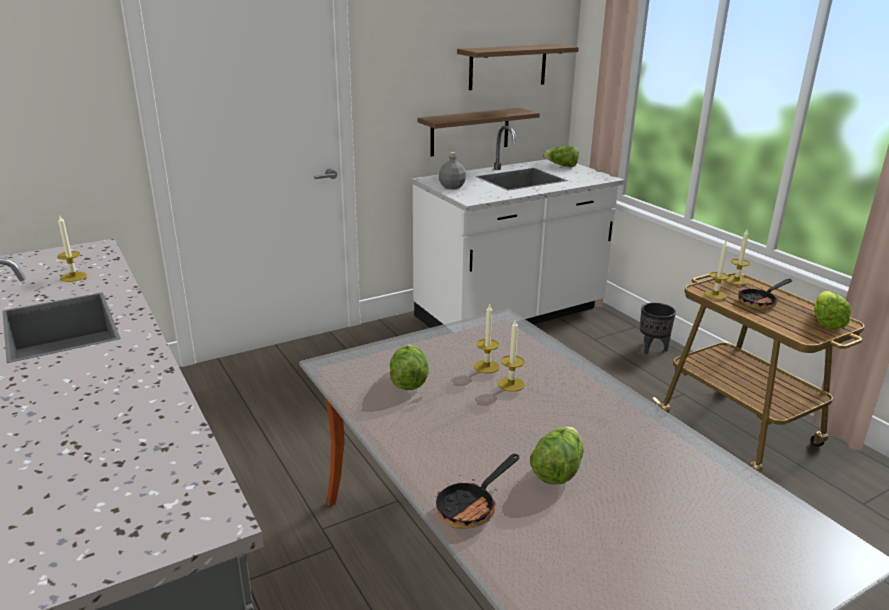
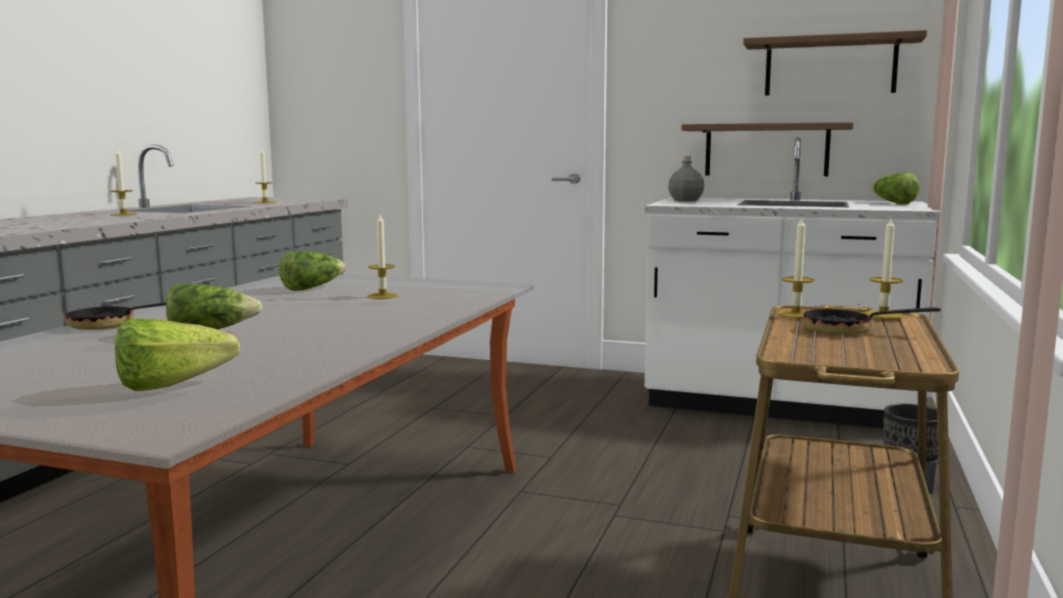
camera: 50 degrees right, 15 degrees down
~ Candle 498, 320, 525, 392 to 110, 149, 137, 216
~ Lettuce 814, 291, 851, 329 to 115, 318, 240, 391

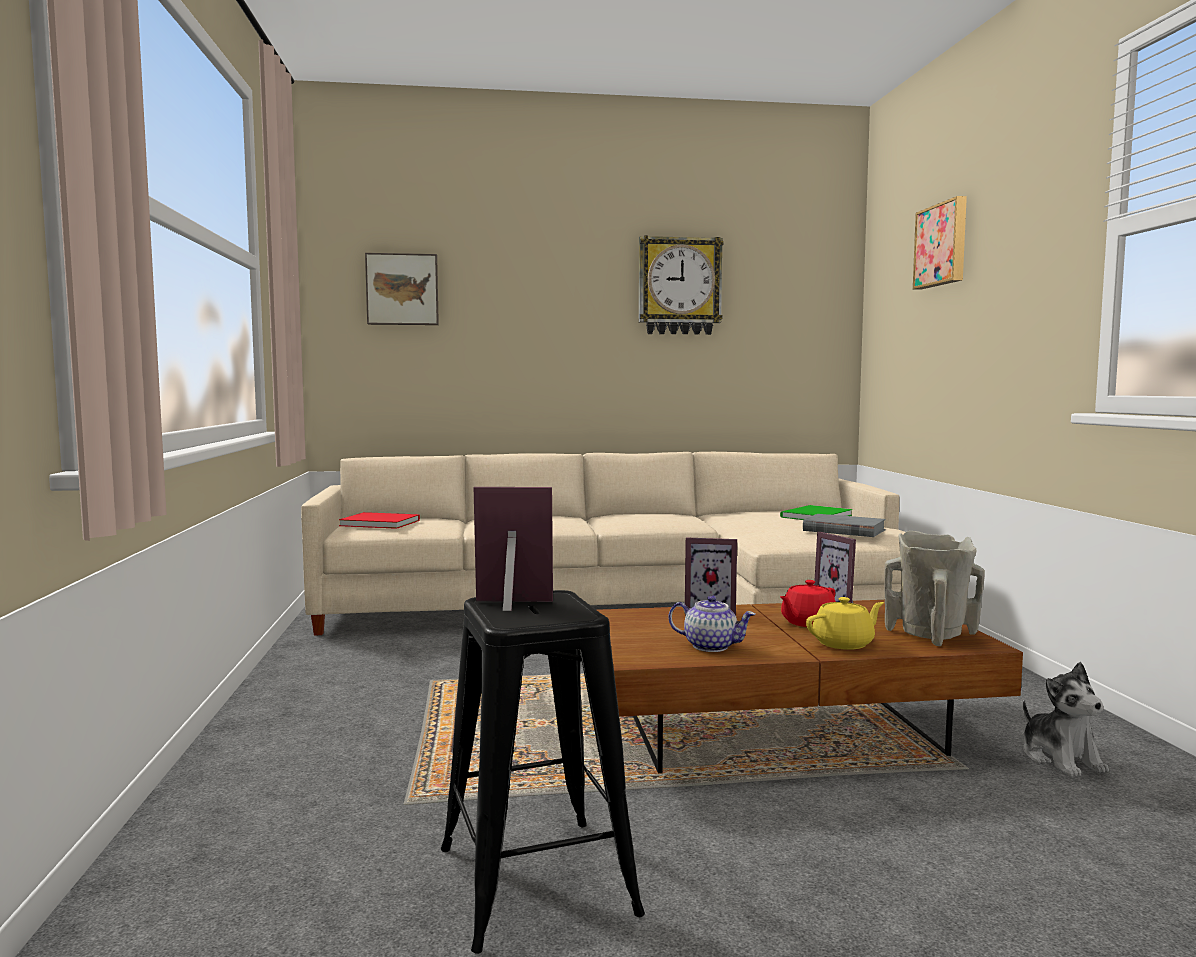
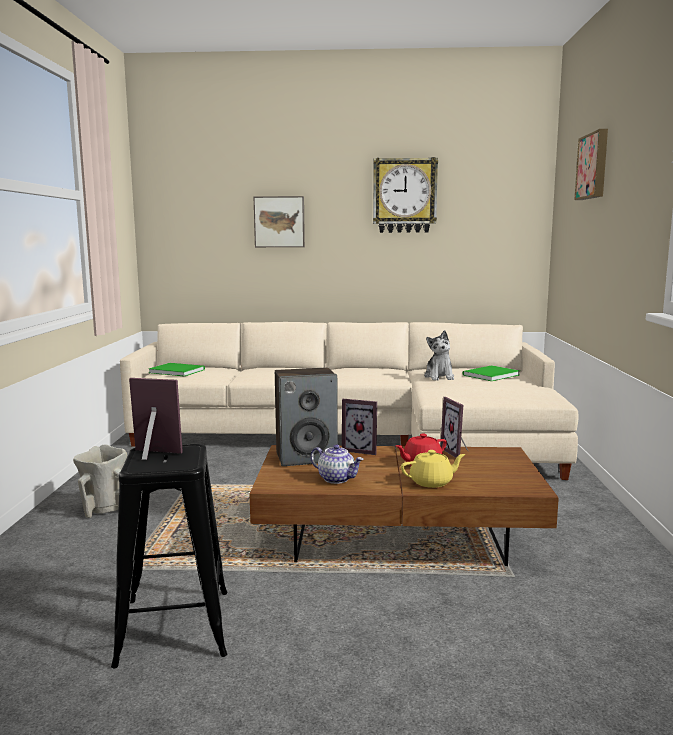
camera: 10 degrees right, 5 degrees up
~ RedBook 339, 512, 420, 529 to GreenBook 148, 363, 205, 376
~ Picture 365, 253, 439, 325 to 254, 196, 305, 247
- GreyBook 803, 514, 886, 537
~ BeigeVase 884, 531, 985, 646 to 73, 444, 127, 518
~ PlushToy 1023, 662, 1109, 777 to 424, 330, 454, 381
+ Speaker 275, 367, 338, 466

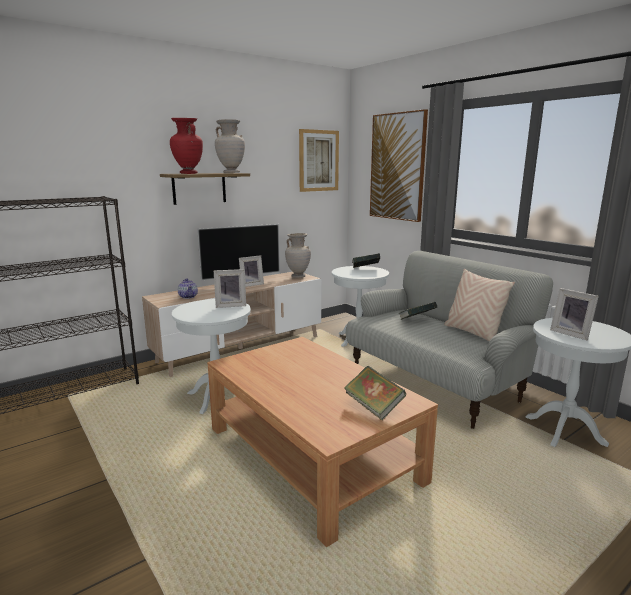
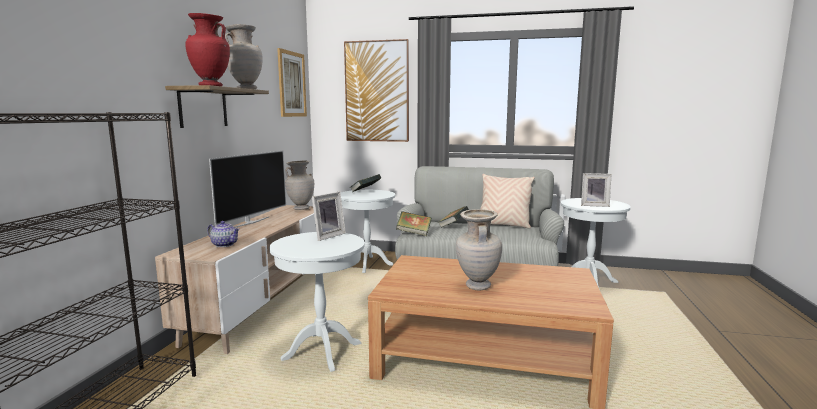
camera: 40 degrees left, 5 degrees down
- PictureFrame 239, 255, 264, 287
~ Book 344, 366, 406, 420 to 396, 211, 432, 236
+ BeigeVase 456, 209, 502, 290

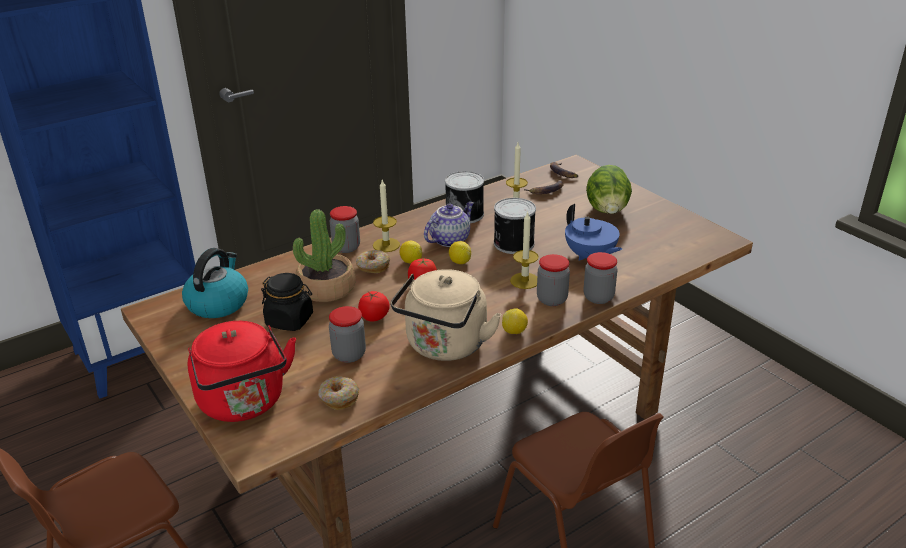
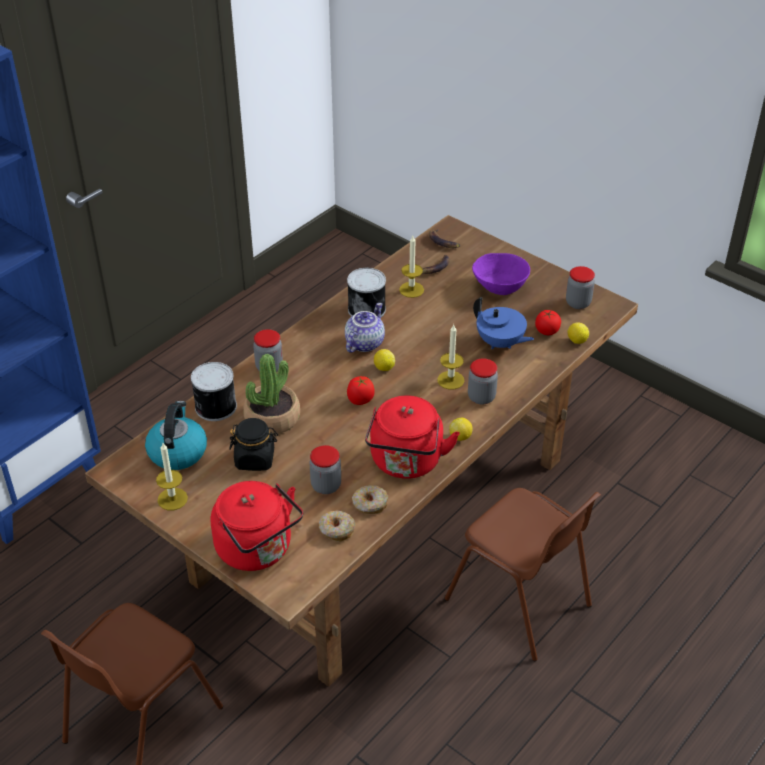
camera: 15 degrees left, 10 degrees up
~ Donut 356, 250, 390, 273 to 352, 485, 389, 514
~ Tomato 358, 291, 390, 322 to 535, 310, 561, 335
~ Candle 373, 180, 400, 252 to 156, 443, 188, 510
~ BeigeKettle 391, 269, 502, 361 to RedKettle 365, 395, 460, 479
~ Lemon 400, 241, 422, 264 to 567, 322, 589, 344
~ Can 494, 198, 536, 254 to 191, 362, 237, 421
~ Jar 583, 252, 617, 304 to 566, 266, 595, 309
~ Lettuce 586, 165, 632, 214 to PurpleBowl 472, 253, 530, 295

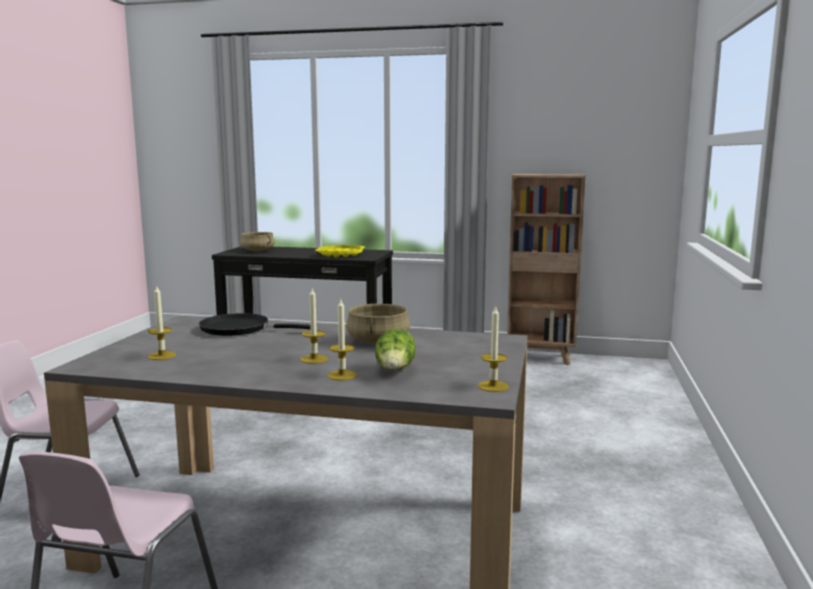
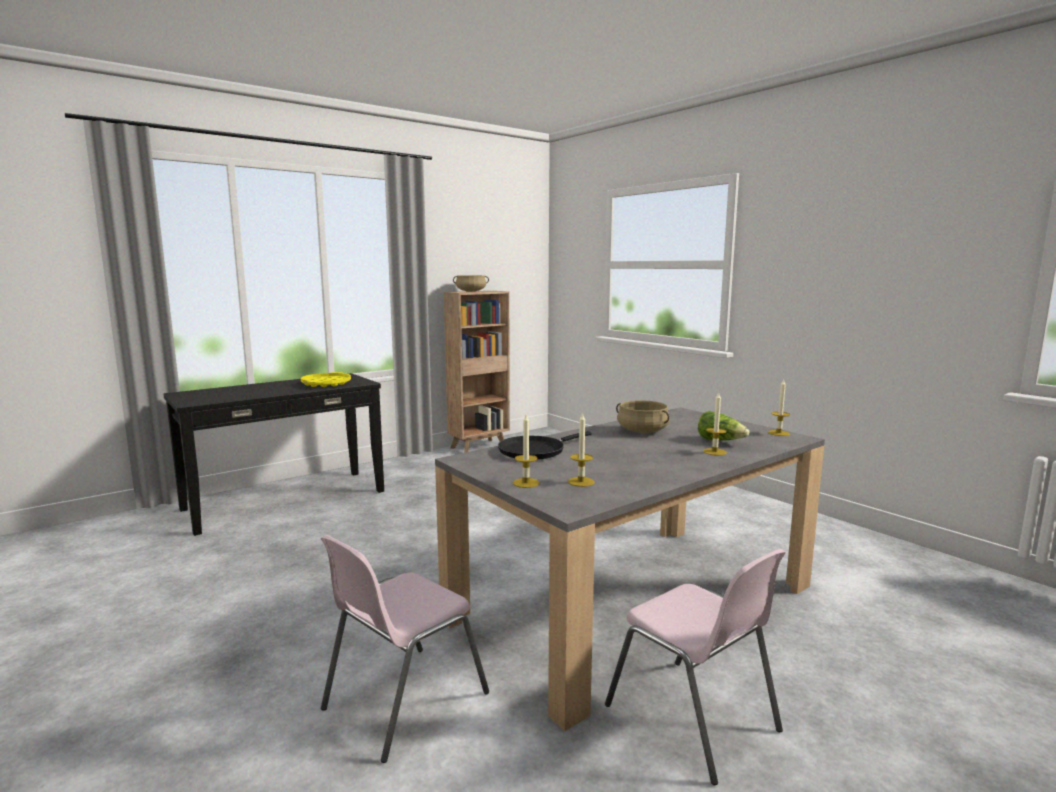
camera: 50 degrees left, 0 degrees up
~ BeigeCookingPot 240, 232, 275, 252 to 453, 275, 489, 292
~ Candle 301, 288, 328, 364 to 513, 415, 540, 488

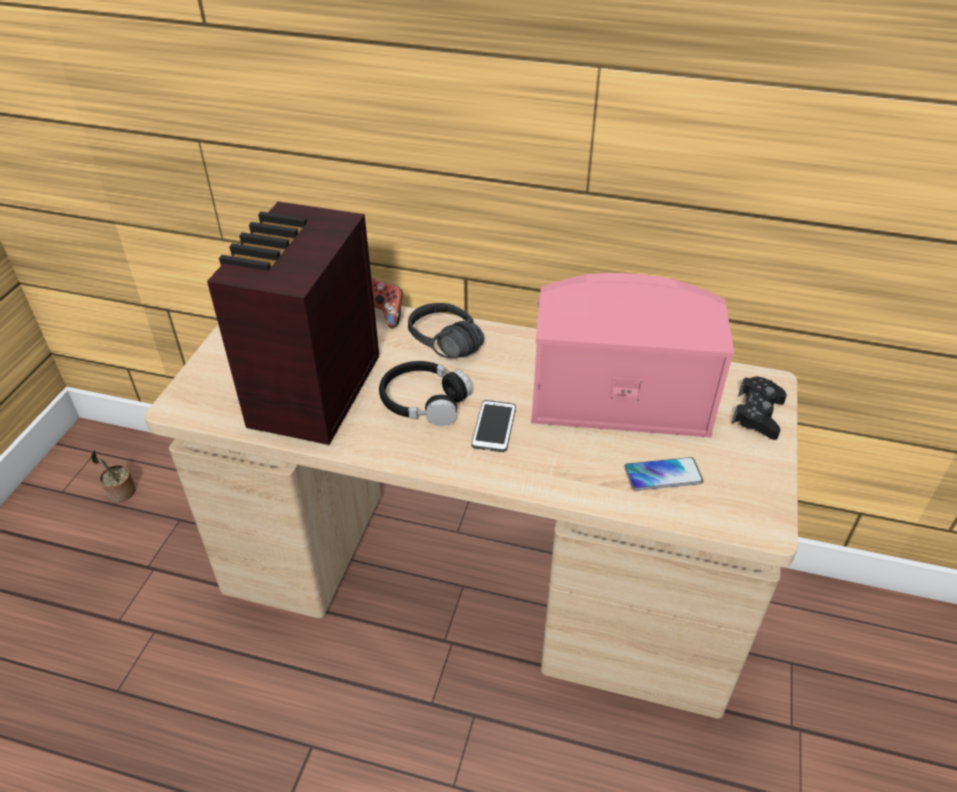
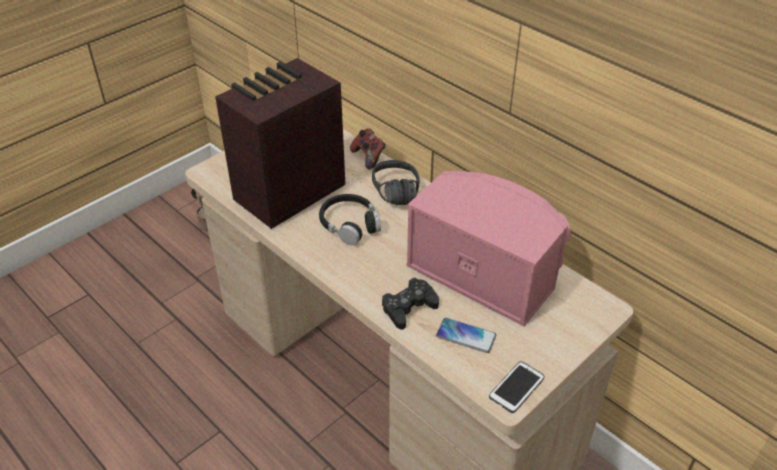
camera: 30 degrees right, 0 degrees up
~ Phone 471, 400, 516, 452 to 489, 361, 545, 413
~ BlackGameController 732, 377, 787, 440 to 382, 278, 439, 330

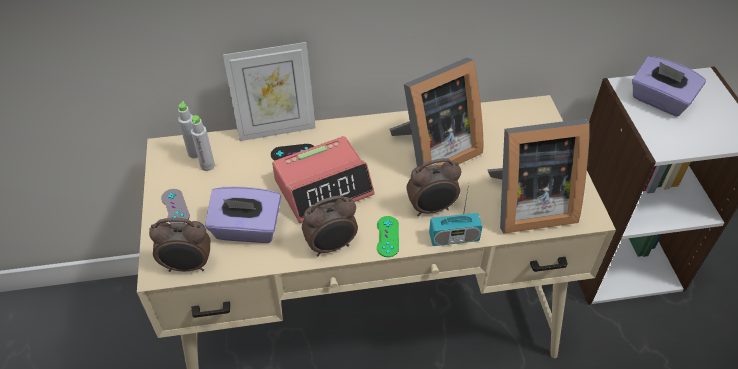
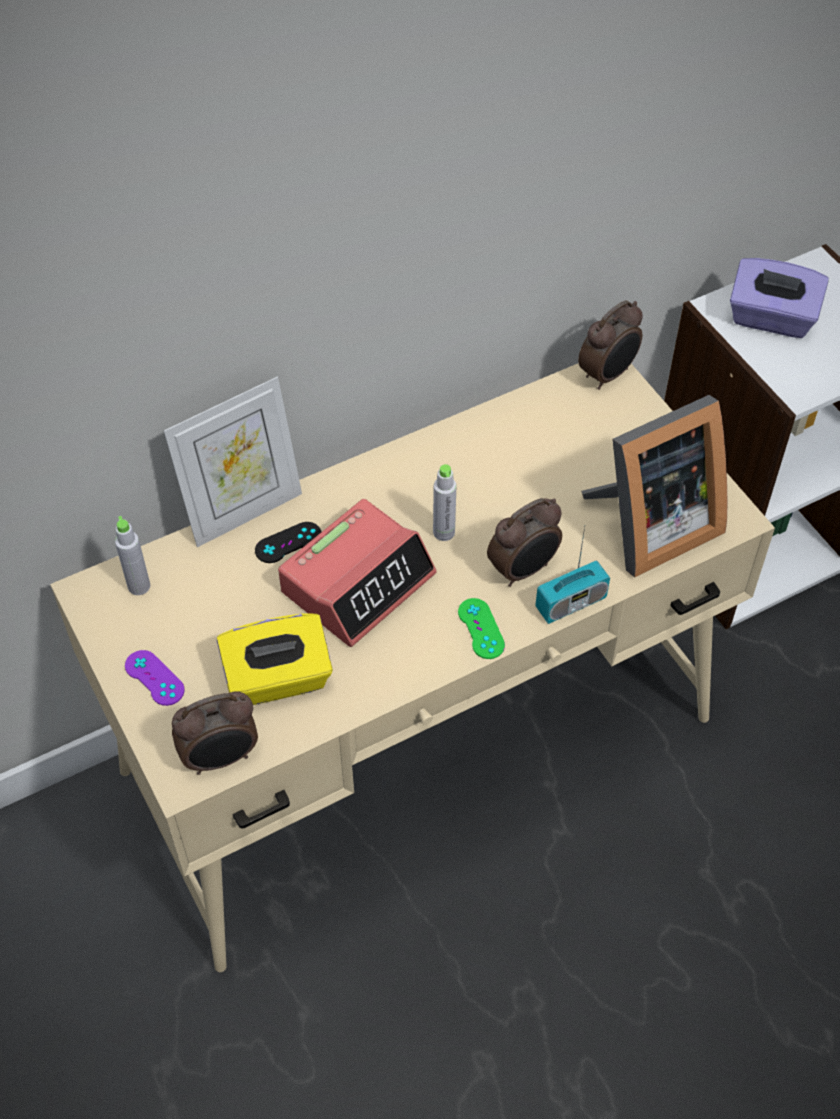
camera: 20 degrees left, 5 degrees up
~ GreyGameController 161, 189, 190, 224 to PurpleGameController 125, 650, 185, 706
~ GreyBottle 191, 115, 215, 171 to 433, 464, 456, 541
~ PurpleTissueBox 205, 187, 281, 243 to YellowTissueBox 217, 614, 333, 705
~ AlarmClock 302, 195, 358, 256 to 578, 300, 643, 390
- PictureFrame 389, 58, 483, 167

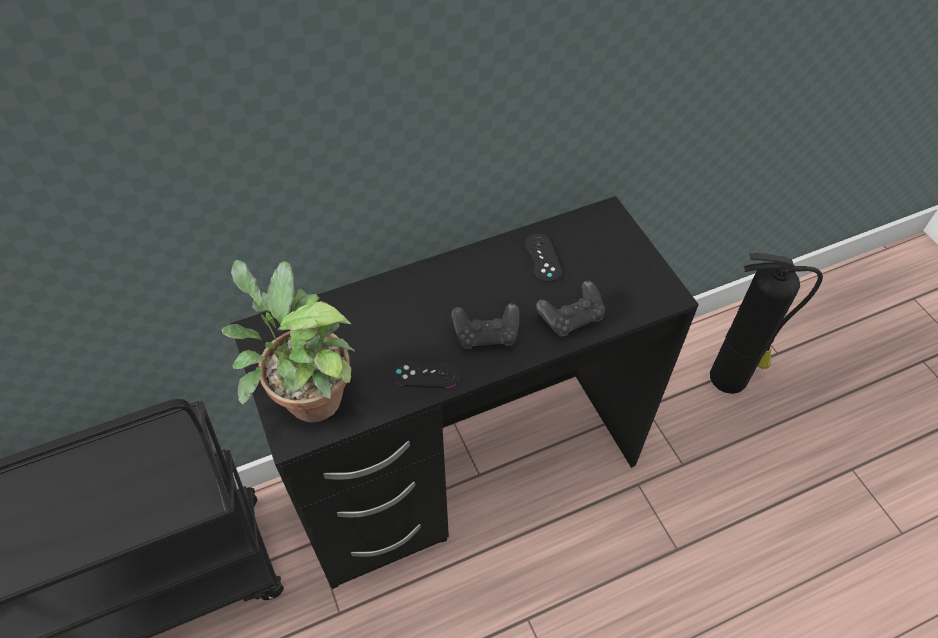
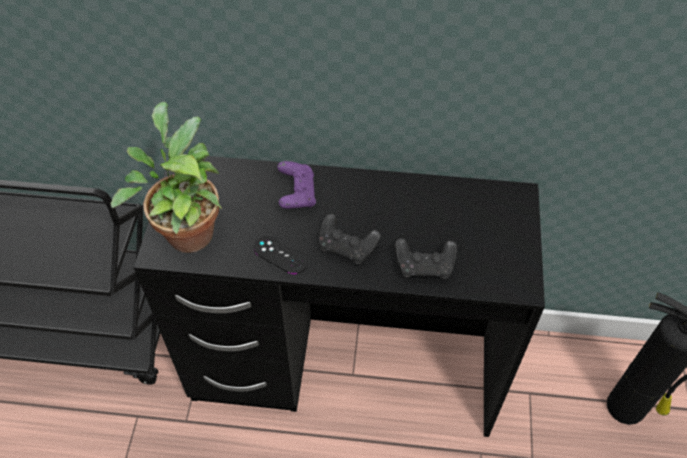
camera: 30 degrees right, 0 degrees up
- BlackGameController 525, 234, 562, 282
+ PurpleGameController 277, 161, 316, 209

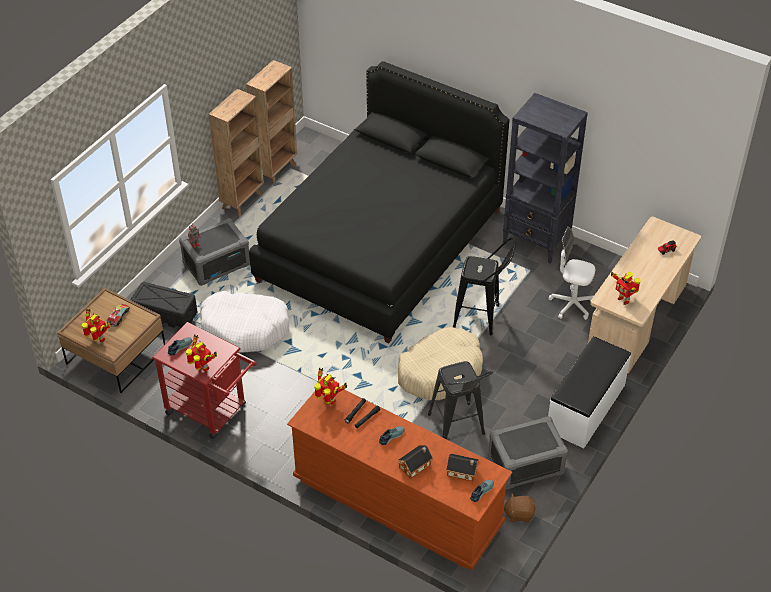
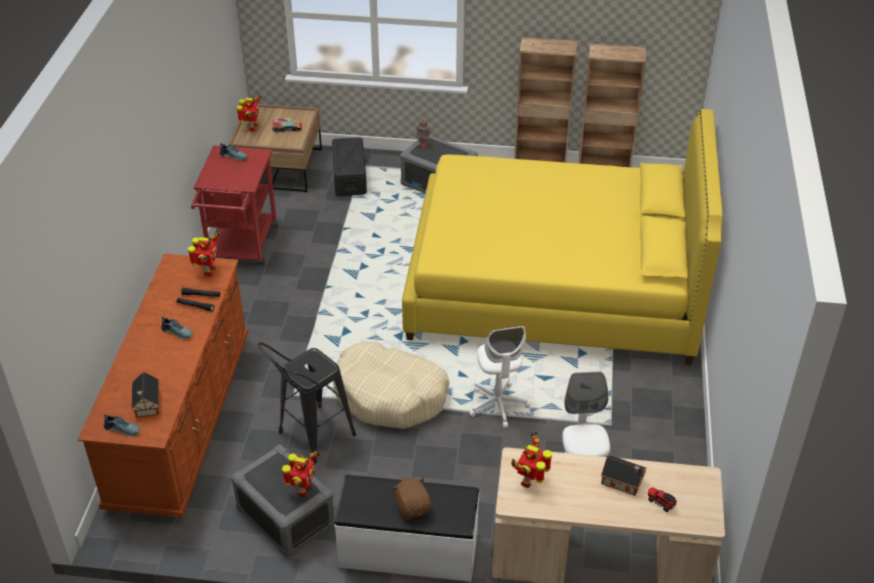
camera: 65 degrees right, 5 degrees down
~ ToyRobot 186, 334, 217, 372 to 282, 449, 320, 497
- WhiteDogBed 200, 291, 290, 353
~ BlackBed 249, 61, 509, 343 to YellowBed 402, 109, 723, 365
~ ToyHouse 398, 445, 433, 479 to 601, 455, 646, 496
~ BlackStool 453, 238, 516, 335 to WhiteOfficeChair 469, 326, 530, 428
- BlackBookcase 503, 93, 588, 264
~ BrownPlushToy 504, 494, 536, 523 to 391, 478, 431, 519

